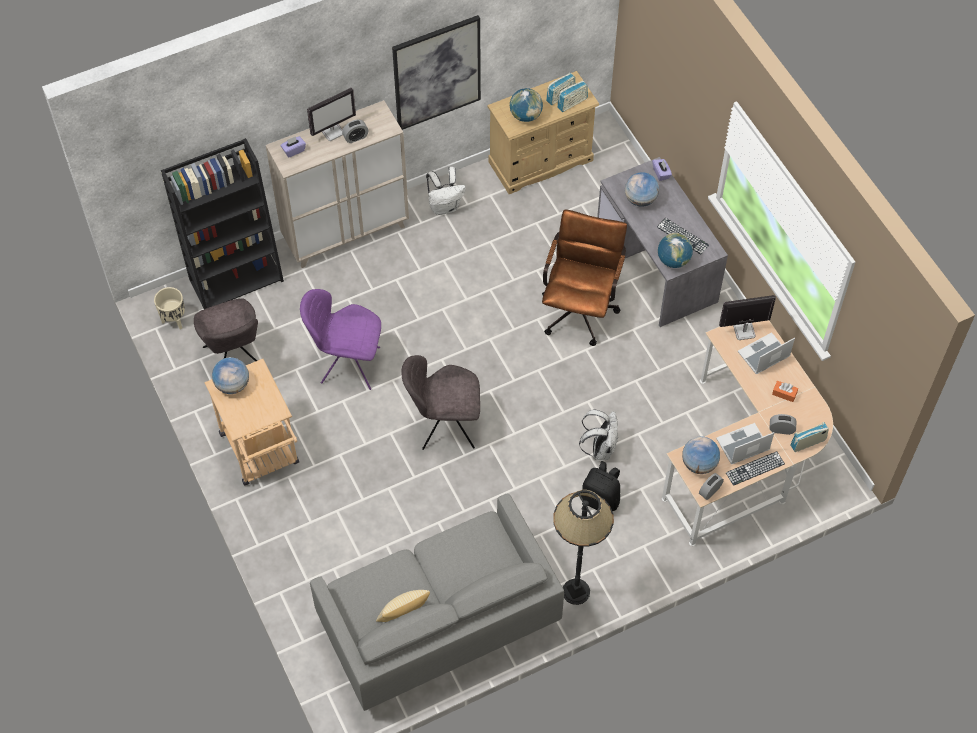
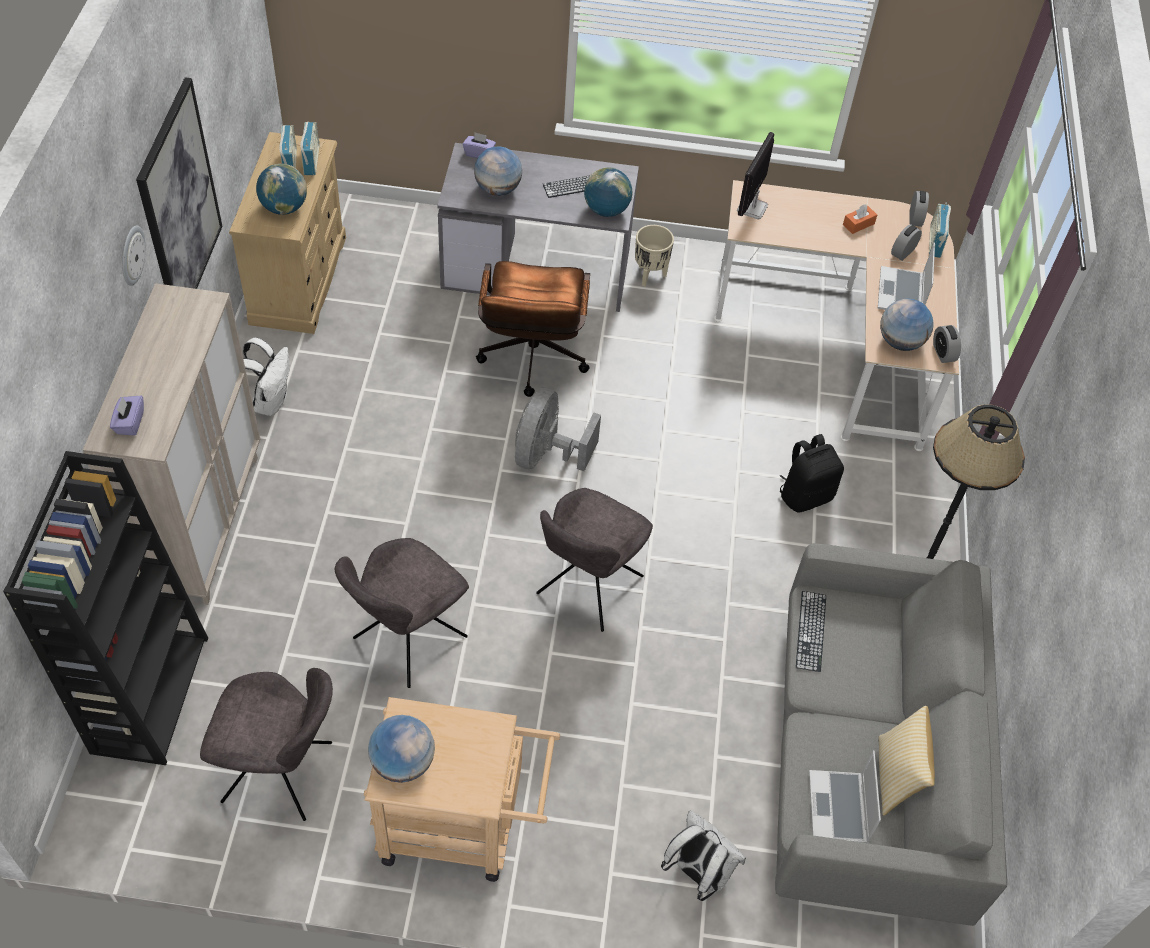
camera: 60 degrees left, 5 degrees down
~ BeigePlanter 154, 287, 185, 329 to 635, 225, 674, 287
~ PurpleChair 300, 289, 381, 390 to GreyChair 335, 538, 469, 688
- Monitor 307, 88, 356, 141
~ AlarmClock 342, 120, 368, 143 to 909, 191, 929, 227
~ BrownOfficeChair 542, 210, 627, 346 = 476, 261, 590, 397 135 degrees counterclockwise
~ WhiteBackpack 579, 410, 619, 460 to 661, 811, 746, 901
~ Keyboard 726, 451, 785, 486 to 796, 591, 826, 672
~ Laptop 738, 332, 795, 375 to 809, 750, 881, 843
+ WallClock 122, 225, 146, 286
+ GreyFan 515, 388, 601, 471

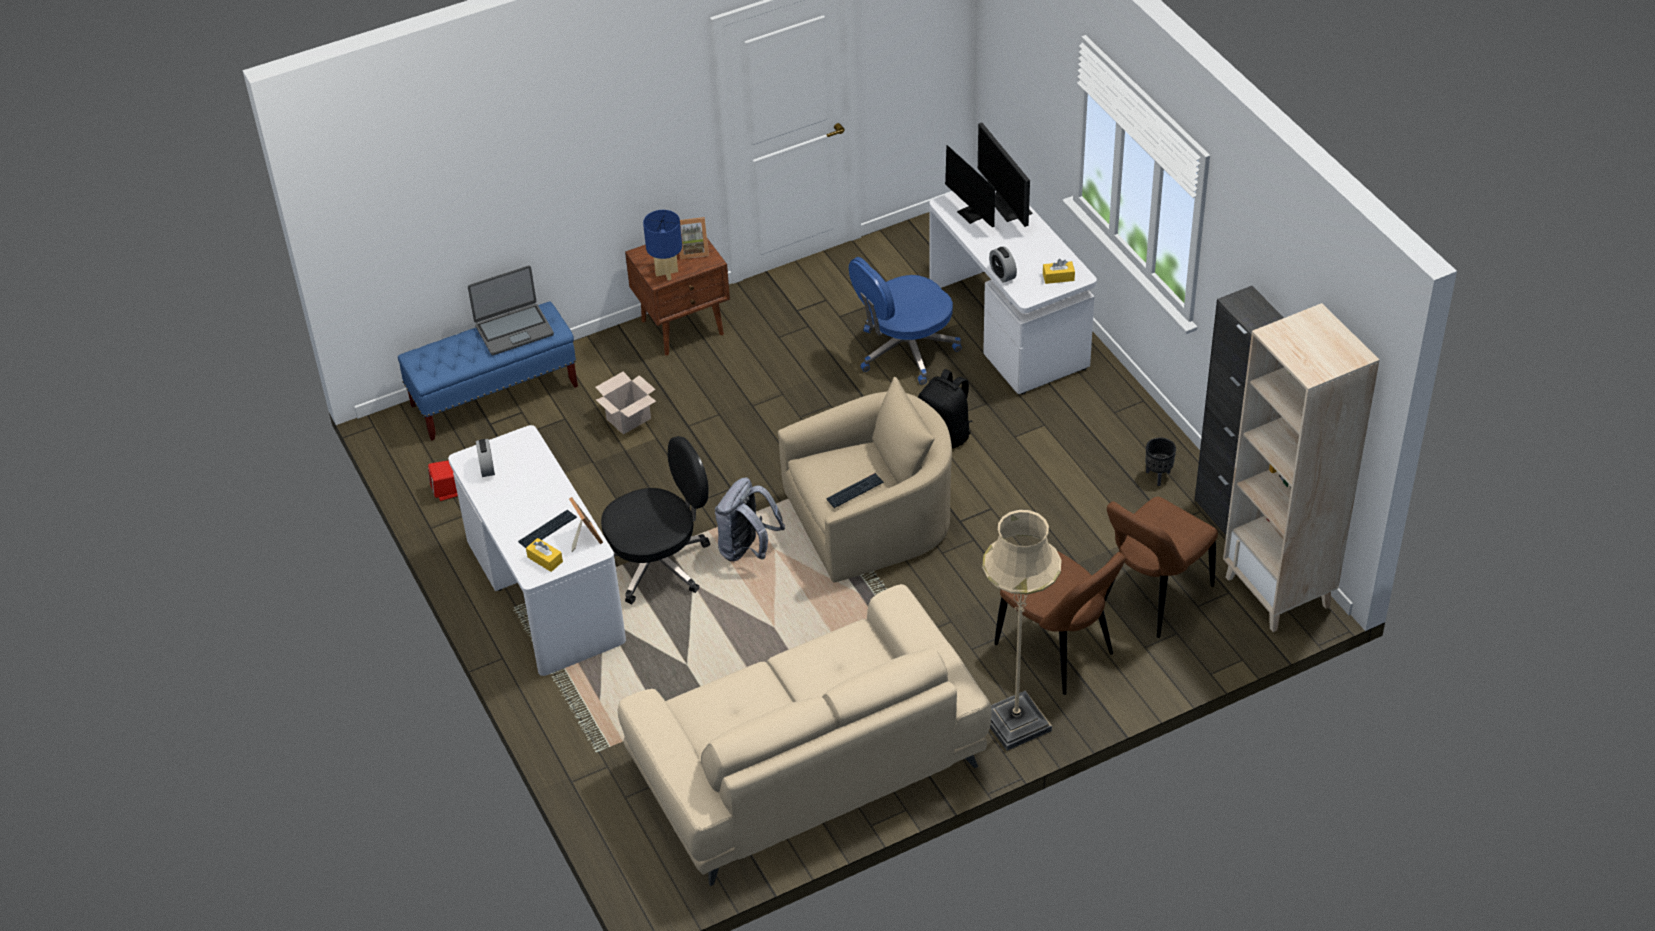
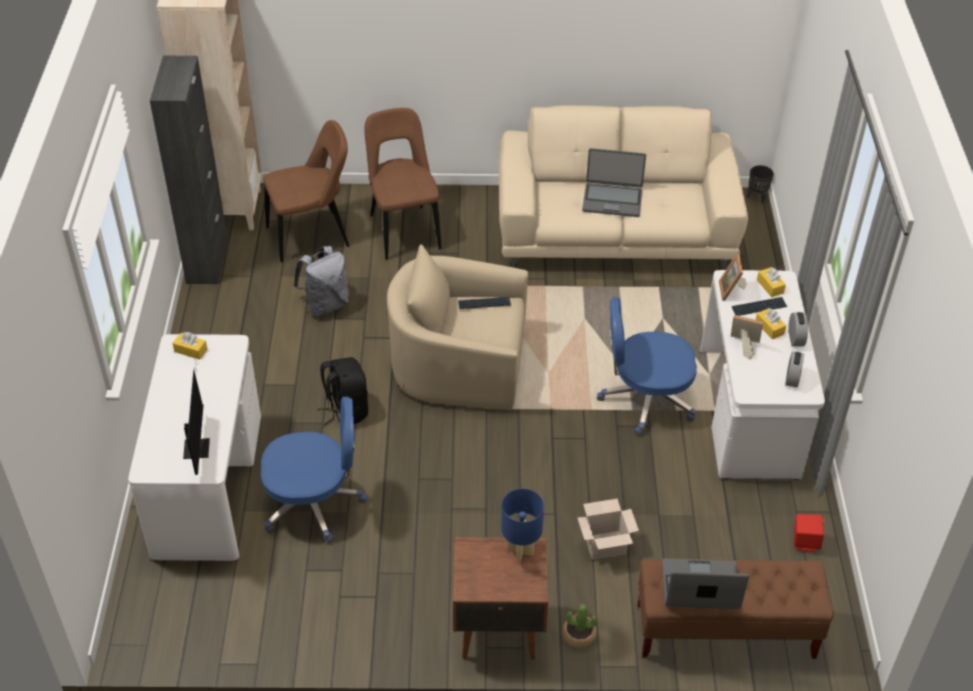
camera: 155 degrees left, 0 degrees up
~ BlueBench 398, 302, 578, 441 to BrownBench 638, 559, 833, 659
~ BlackOfficeChair 601, 436, 710, 604 to BlueOfficeChair 597, 297, 697, 436
~ PictureFrame 680, 217, 709, 259 to 731, 315, 763, 360
~ GreyBackpack 715, 477, 785, 561 to 293, 246, 349, 317
- Monitor 978, 123, 1032, 227
- BeigeFloorLamp 982, 509, 1061, 751
~ AlarmClock 989, 246, 1017, 283 to 788, 312, 808, 346
~ BlackPlanter 1146, 437, 1176, 486 to 747, 165, 774, 203
+ PottedPlant 562, 604, 597, 648
+ Laptop 582, 148, 646, 217
+ YellowTissueBox 756, 308, 786, 339

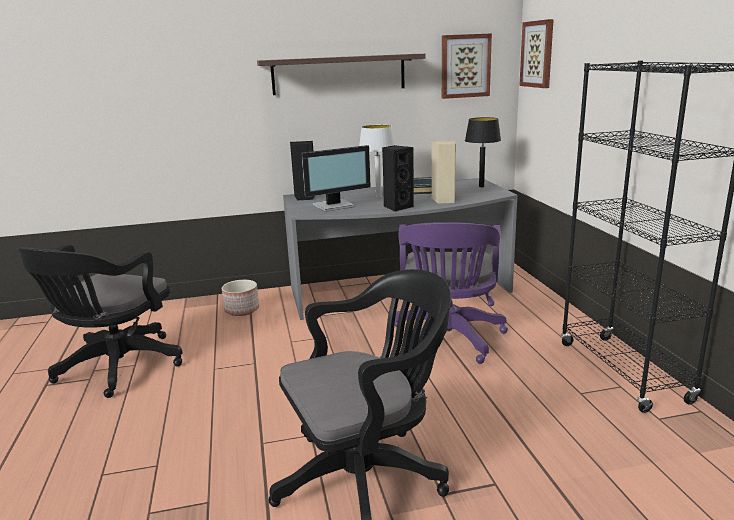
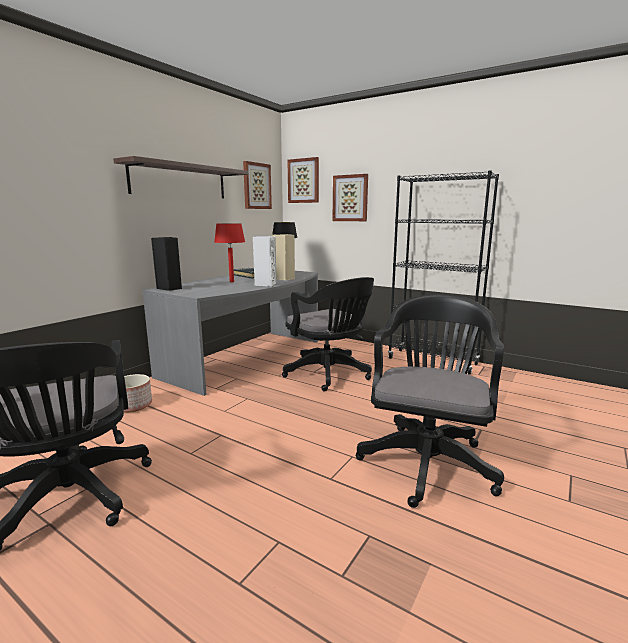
camera: 45 degrees left, 5 degrees down
- Monitor 301, 145, 371, 212
~ WhiteTableLamp 359, 125, 395, 197 to RedTableLamp 214, 223, 245, 282
~ BlackSpeaker 382, 145, 414, 212 to WhiteSpeaker 253, 236, 276, 287
~ PurpleOfficeChair 394, 222, 508, 364 to BlackOfficeChair 282, 277, 374, 392
+ Picture 333, 174, 368, 221

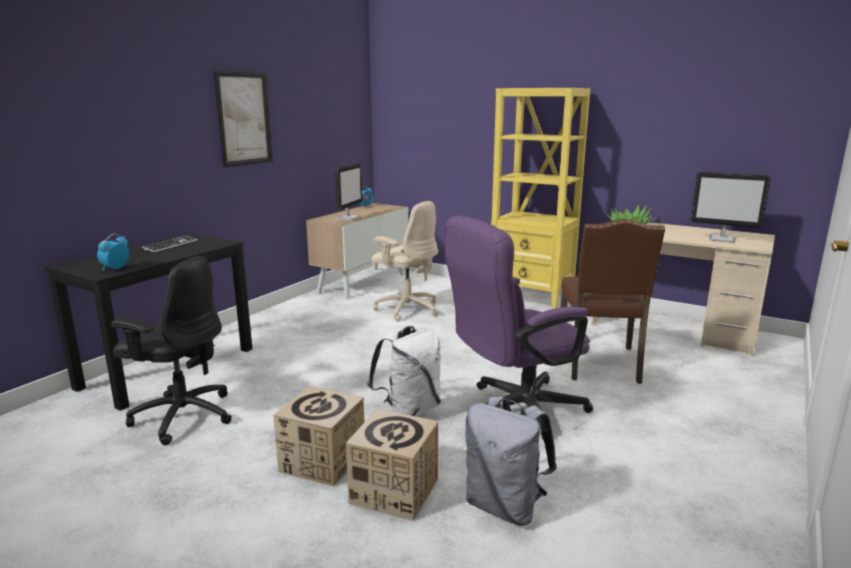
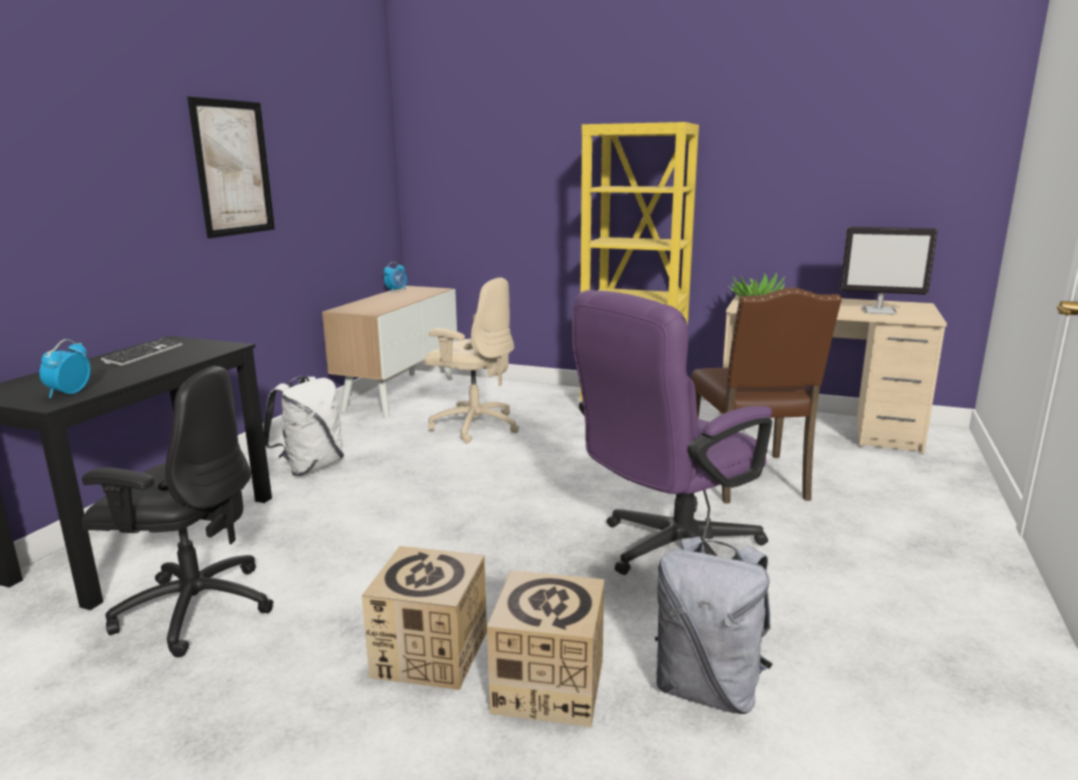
camera: 10 degrees left, 0 degrees up
- Monitor 335, 163, 362, 220
~ WhiteBackpack 367, 325, 441, 417 to 263, 376, 344, 476

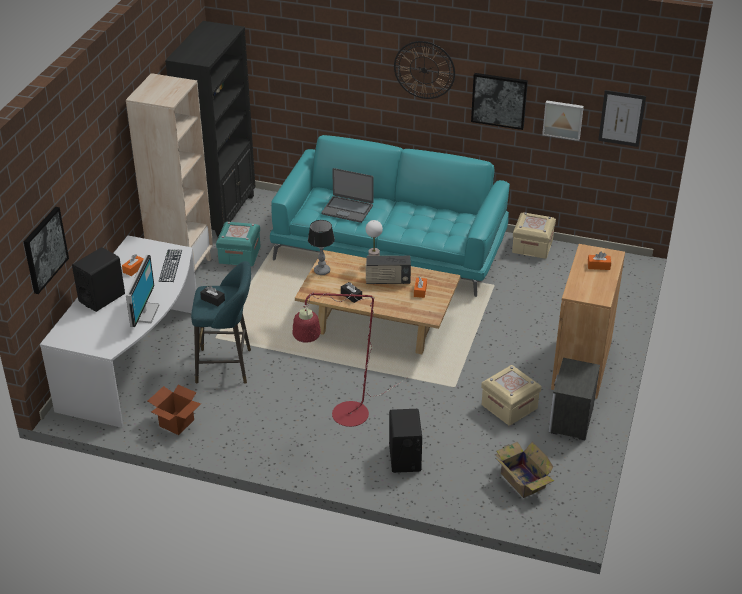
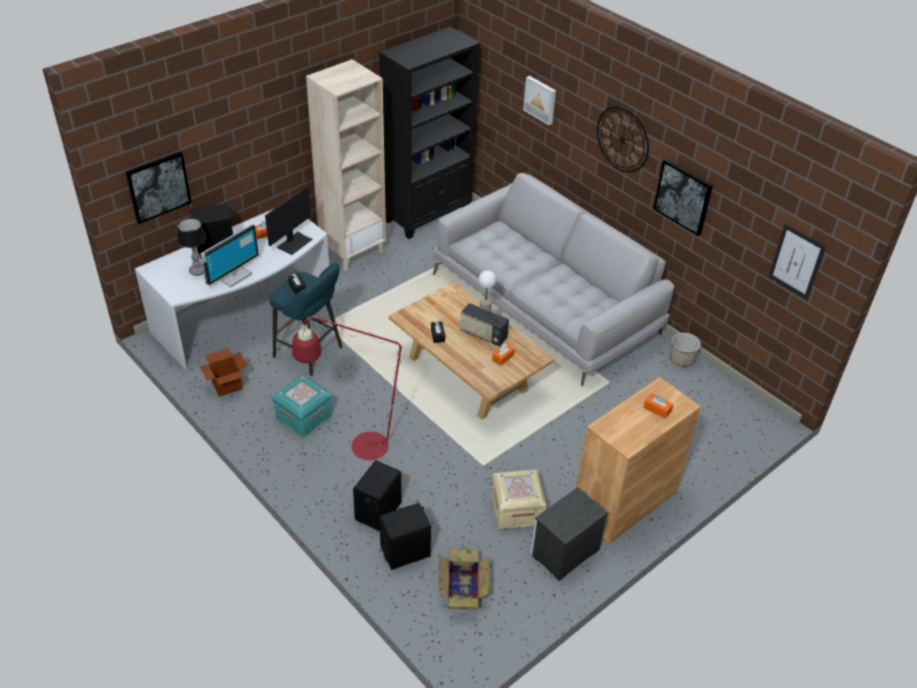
camera: 30 degrees right, 5 degrees up
~ Keyboard 159, 249, 182, 282 to Monitor 265, 186, 313, 255
~ TurquoiseStorageBox 216, 222, 260, 266 to 272, 375, 332, 437
~ TurquoiseSofa 270, 135, 510, 297 to GreySofa 433, 173, 674, 386
~ TableLamp 308, 220, 335, 275 to 177, 218, 207, 276
- Laptop 321, 168, 373, 223
~ BeigeStorageBox 512, 212, 556, 259 to Planter 669, 333, 701, 367
~ Picture 542, 100, 584, 141 to 523, 76, 556, 125
+ BlackSpeaker 379, 503, 431, 570

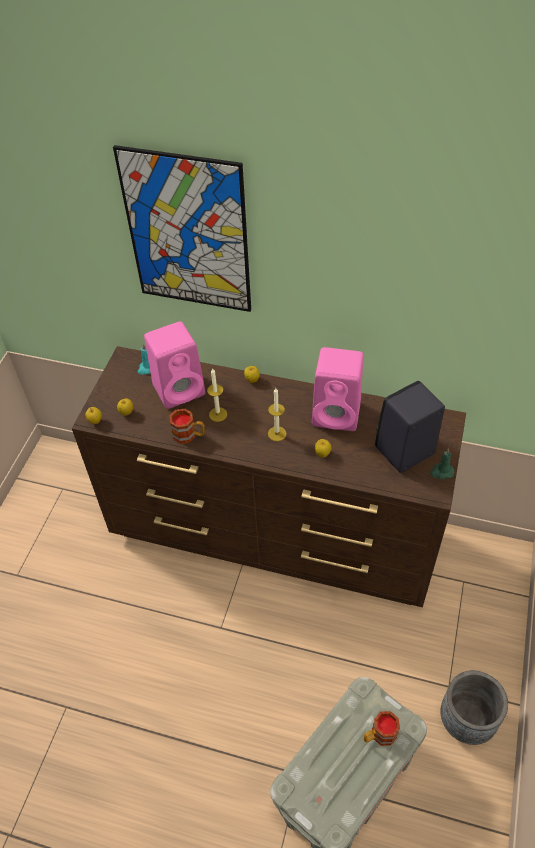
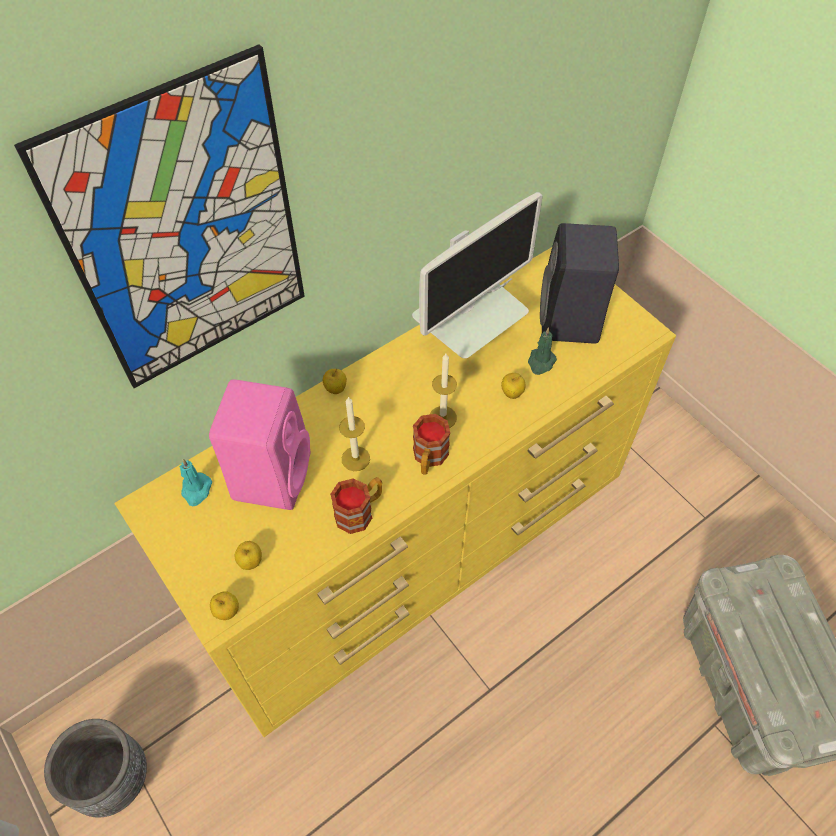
camera: 55 degrees left, 5 degrees up
~ BrownDresser 72, 346, 466, 607 to YellowDresser 115, 247, 676, 737
~ PinkSpeaker 312, 347, 364, 431 to Monitor 412, 192, 543, 358
~ Mug 364, 711, 400, 746 to 413, 414, 450, 475
~ GreenCandle 430, 449, 454, 479 to 528, 327, 557, 375
~ GreyPlanter 440, 670, 508, 745 to 44, 719, 147, 817

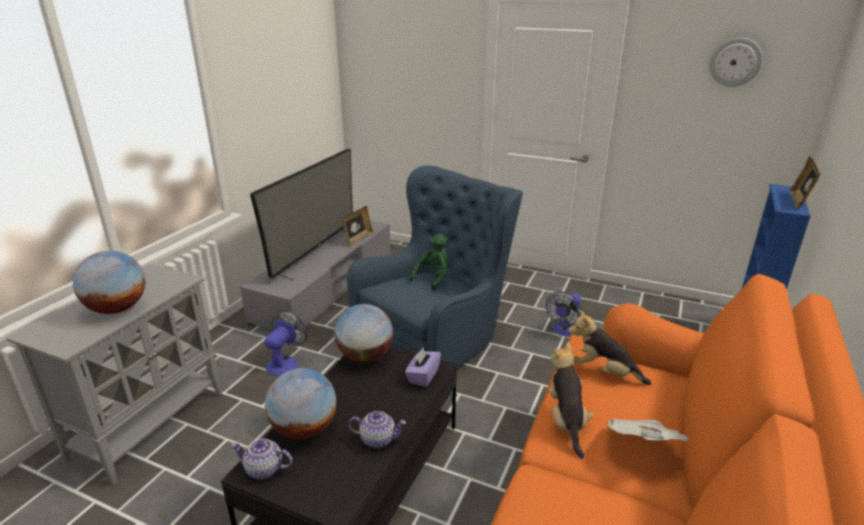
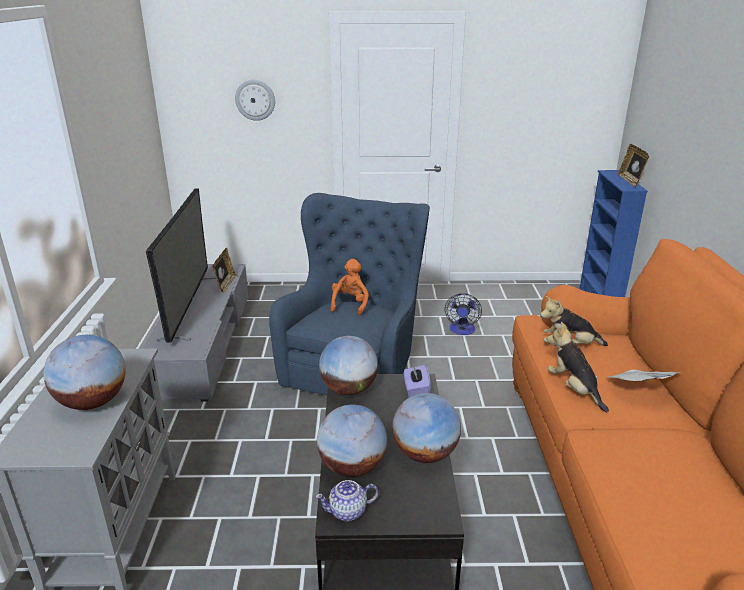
camera: 25 degrees left, 0 degrees up
- Fan 265, 310, 307, 376
~ Teapot 348, 411, 406, 448 to Globe 392, 393, 461, 463
~ GreenPlushToy 410, 234, 449, 291 to OrangePlushToy 330, 259, 369, 316
~ WallClock 709, 37, 763, 87 to 235, 80, 275, 121

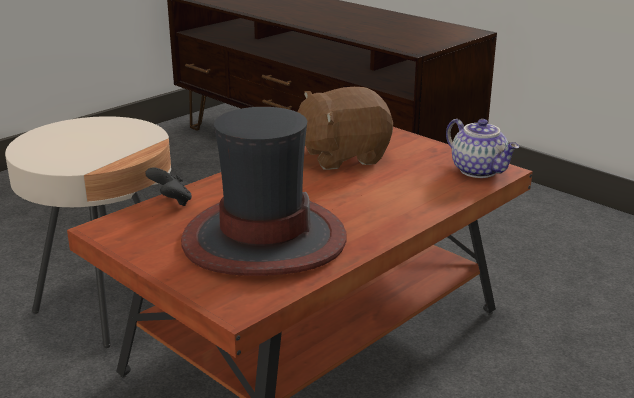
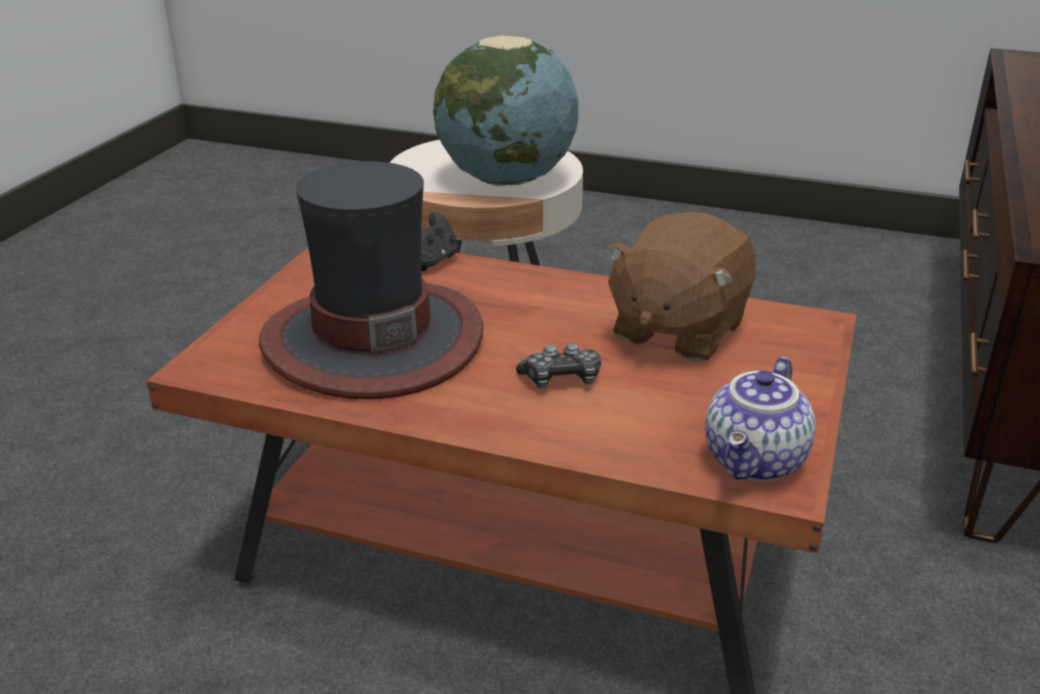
camera: 65 degrees right, 5 degrees up
~ BrownPlushToy 298, 87, 393, 170 = 604, 212, 756, 362 105 degrees counterclockwise
+ Globe 433, 35, 579, 186
+ GameController 516, 343, 601, 389

